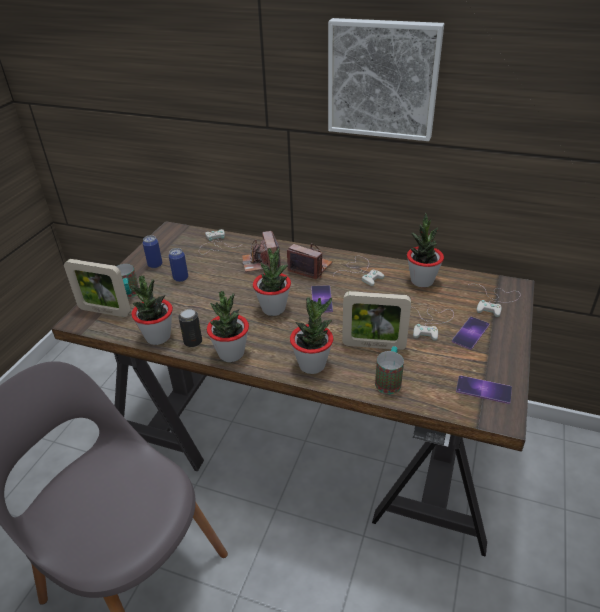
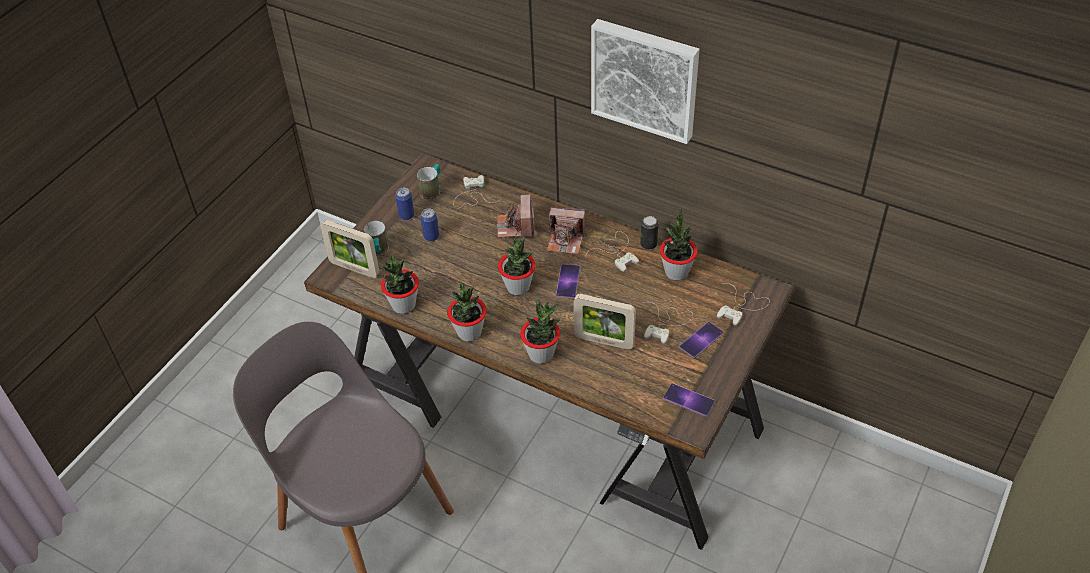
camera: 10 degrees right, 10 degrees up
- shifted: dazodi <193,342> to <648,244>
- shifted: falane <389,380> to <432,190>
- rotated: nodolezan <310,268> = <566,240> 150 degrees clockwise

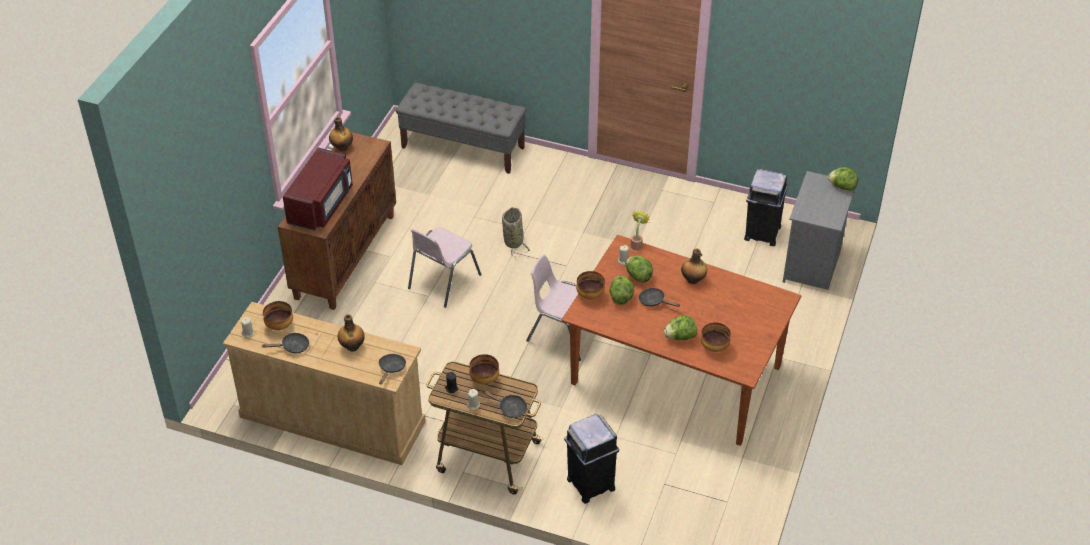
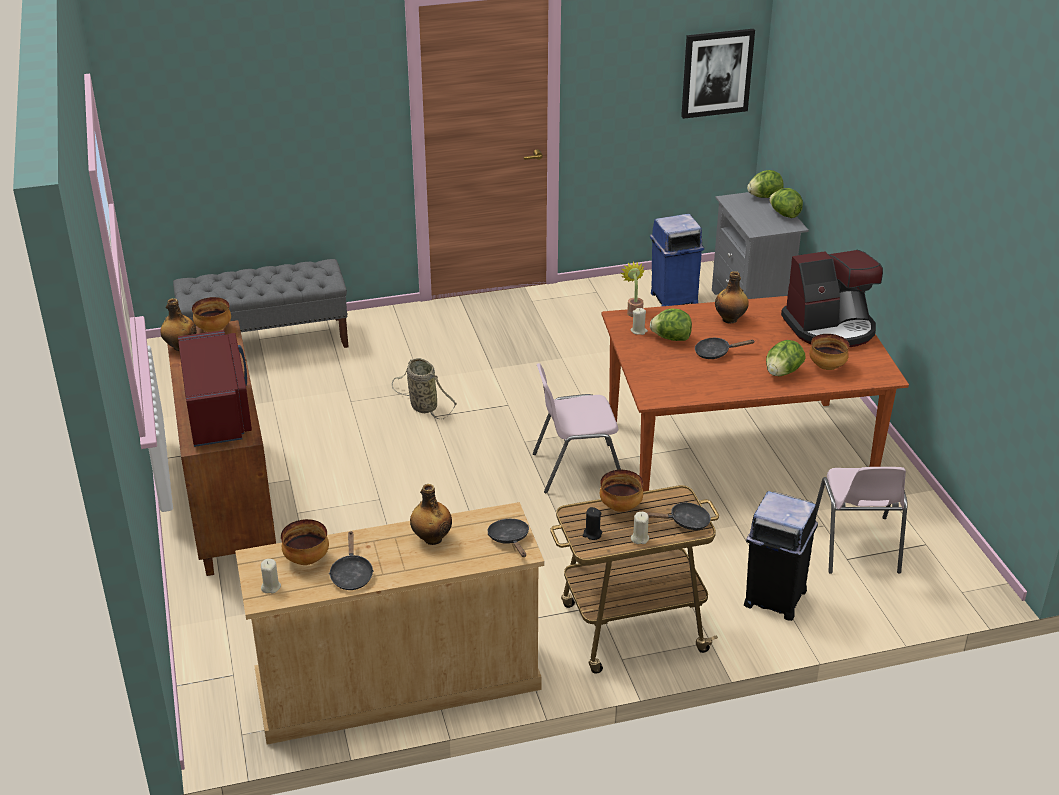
camera: 35 degrees left, 10 degrees down
- new: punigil <716,73>
- new: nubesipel <830,328>
- shifted: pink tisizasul <443,282> to <856,546>
- shifted: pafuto <589,295> to <213,329>
- shifted: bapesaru <621,297> to <784,214>
- repainted: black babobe <761,233> to blue babobe <673,299>
- rotated: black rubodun <292,347> = <351,574> 135 degrees clockwise

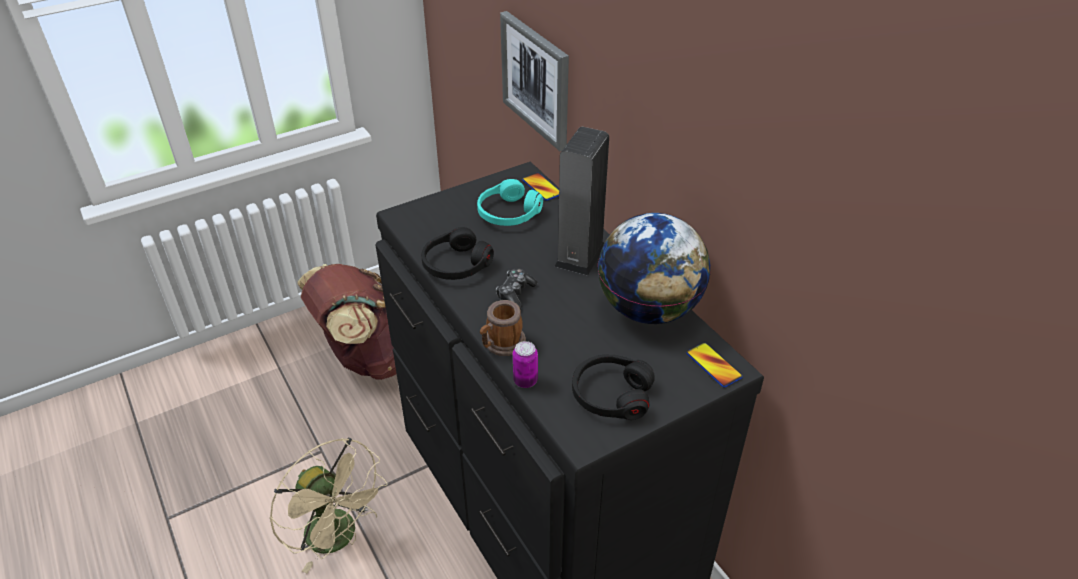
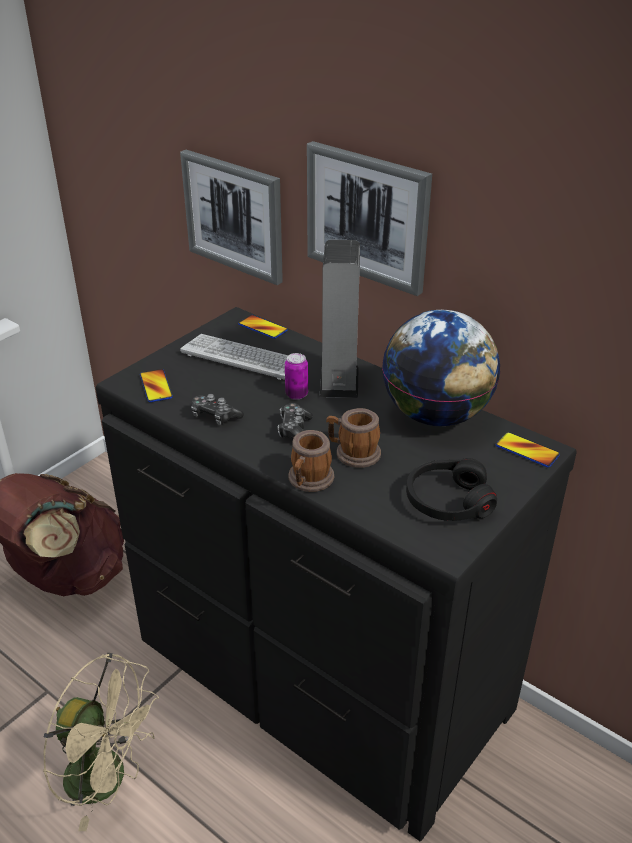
camera: 20 degrees left, 5 degrees down
- new: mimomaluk <156,386>
- new: punigil <367,216>
- new: falane <353,453>
- shifted: dazodi <525,381> to <296,394>
- swapped: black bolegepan <456,264> to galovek <215,416>
- swapped: turquoise bolegepan <508,213> to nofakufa <242,358>

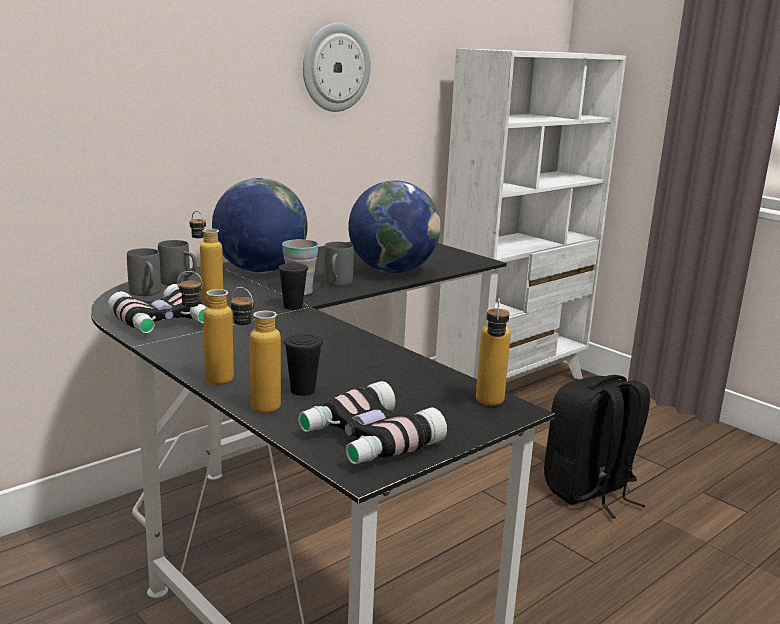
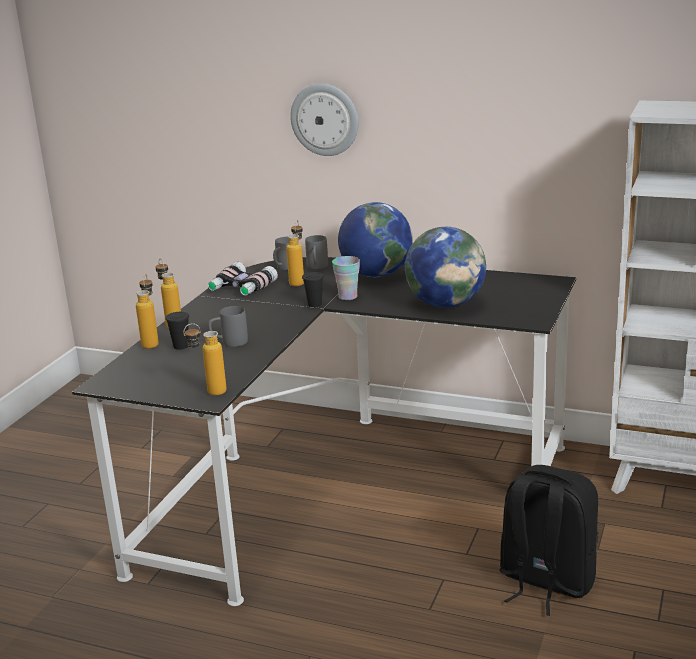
camera: 65 degrees right, 5 degrees up
- gone: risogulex <367,439>
- shifted: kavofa <335,67> to <325,119>
- shifted: grey falane <336,284> to <229,343>

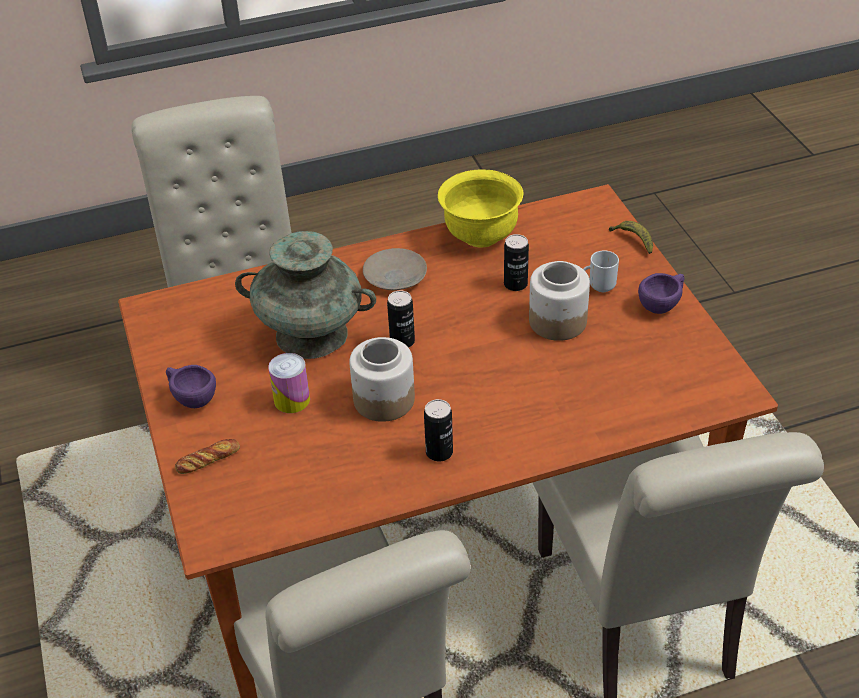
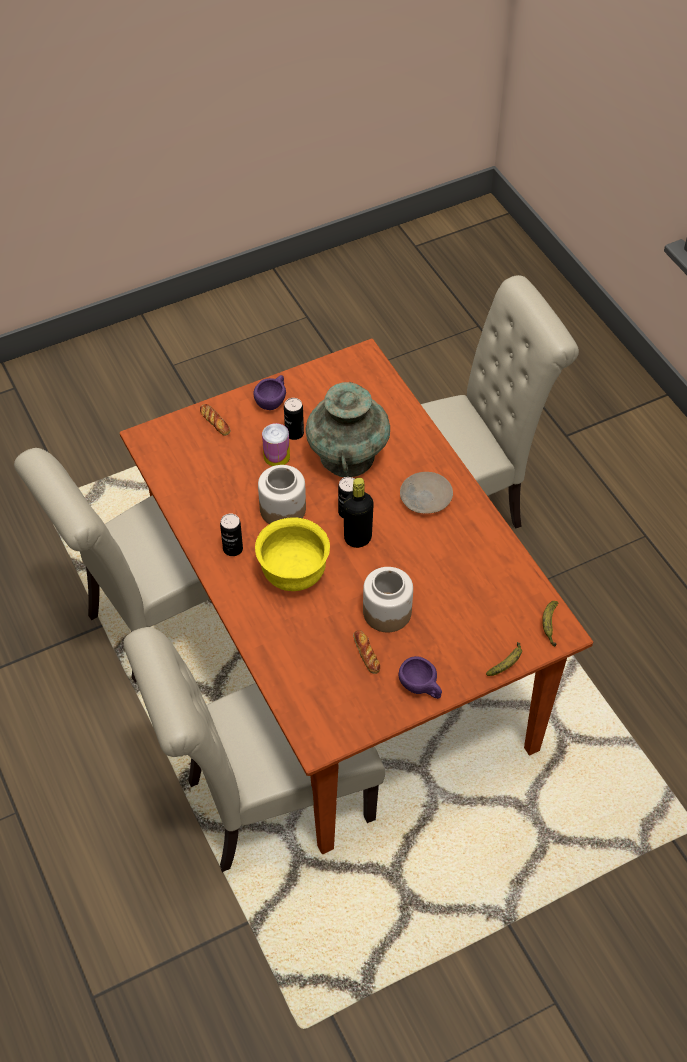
camera: 80 degrees right, 10 degrees up
- gone: falane <600,287>
- new: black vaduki <358,538>
- new: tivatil <366,654>
- new: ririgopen <549,625>
- shifted: yellow pafuto <480,235> to <294,574>
- shifted: dazodi <515,284> to <294,433>

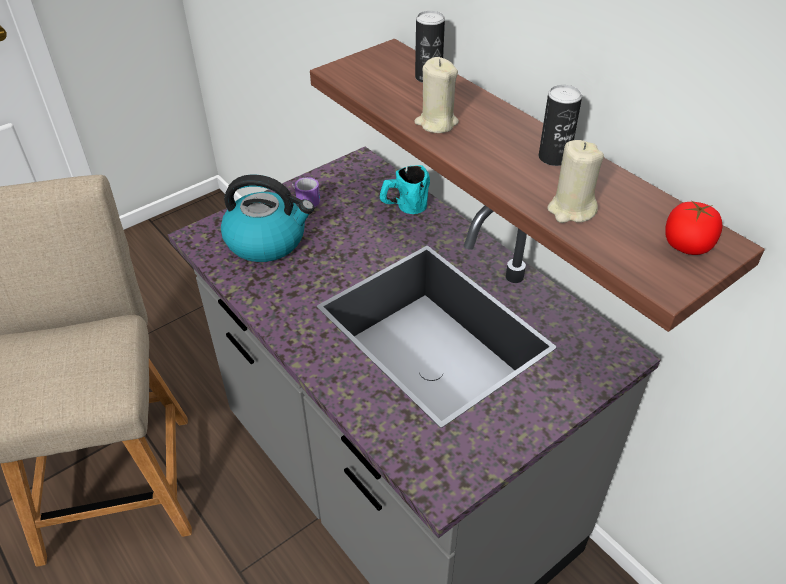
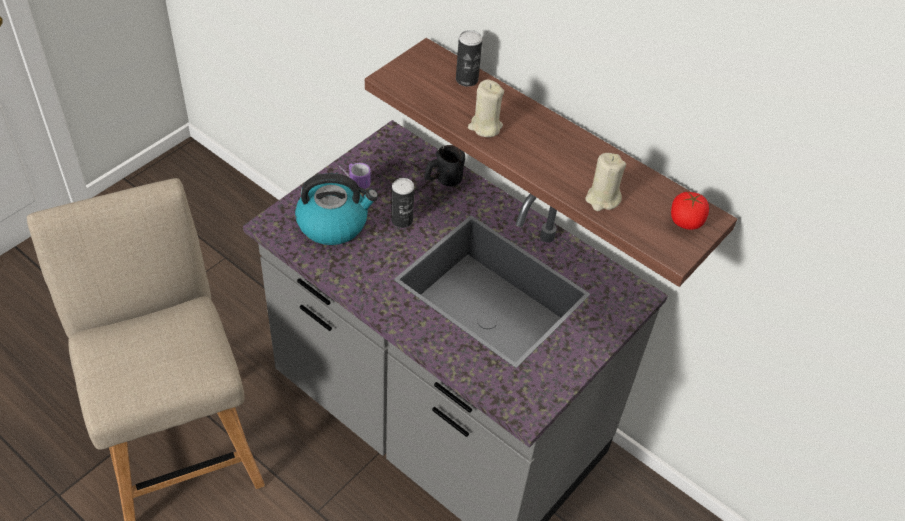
camera: 15 degrees left, 5 degrees up
- shifted: dazodi <554,157> to <402,220>
- repainted: turquoise falane <403,208> to black falane <442,181>

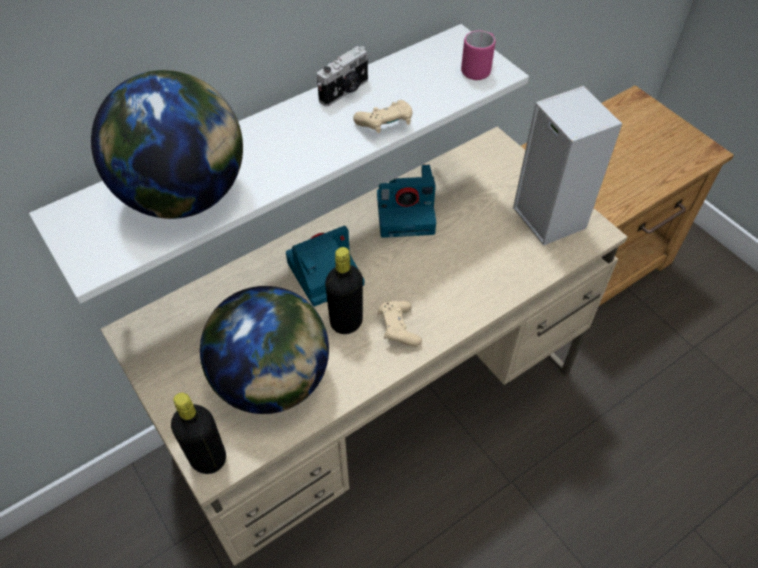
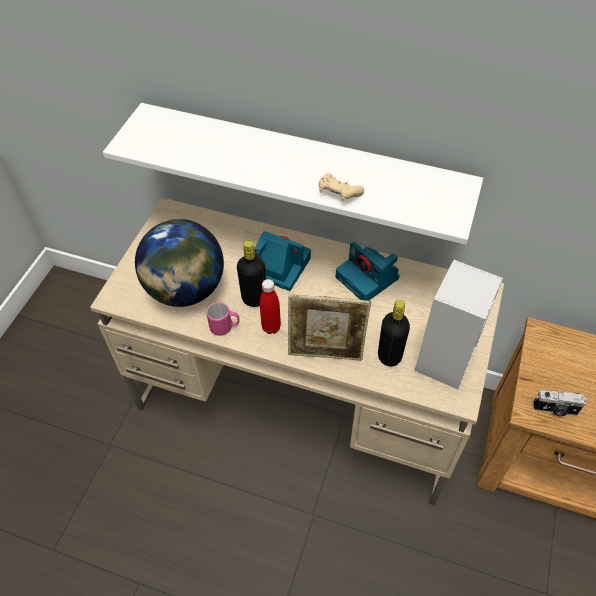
camera: 55 degrees right, 0 degrees up
- gone: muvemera <185,195>
- new: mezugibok <326,354>
- shifted: black vaduki <208,458> to <389,356>
- shifted: nodolezan <345,91> to <555,410>
- shifted: pink falane <478,69> to <225,327>
- swapped: beige galovek <398,329> to red vaduki <271,327>

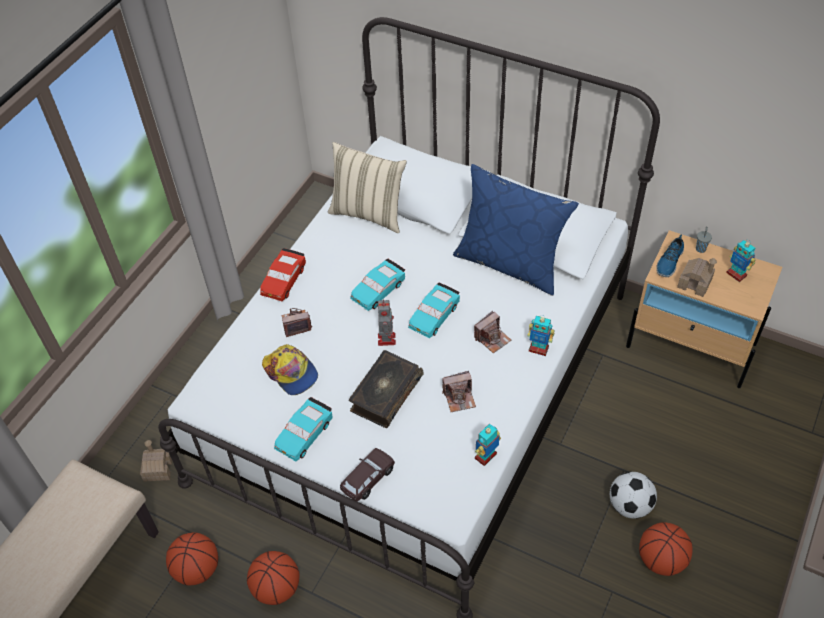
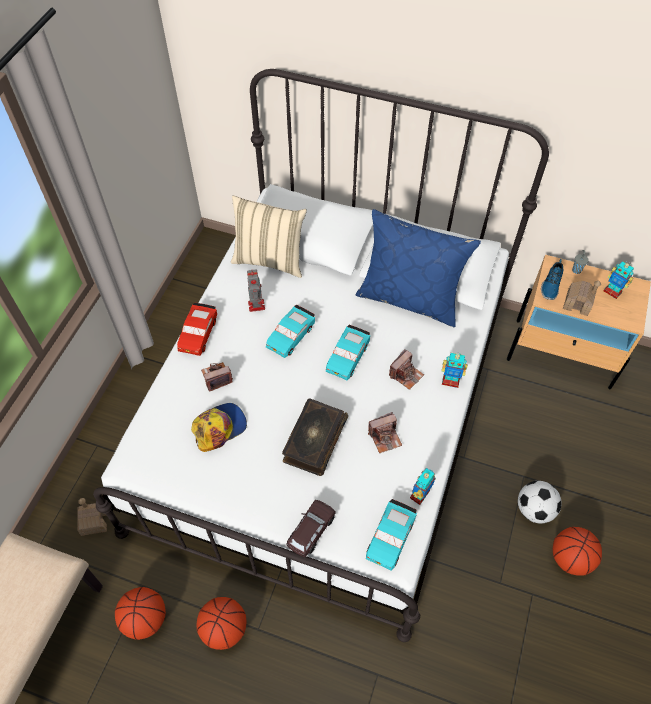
camera: 10 degrees left, 5 degrees up
- shifted: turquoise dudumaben <304,434> to <390,537>
- shifted: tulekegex <386,338> to <256,304>
- rotated: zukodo <291,373> = <219,428> 75 degrees counterclockwise

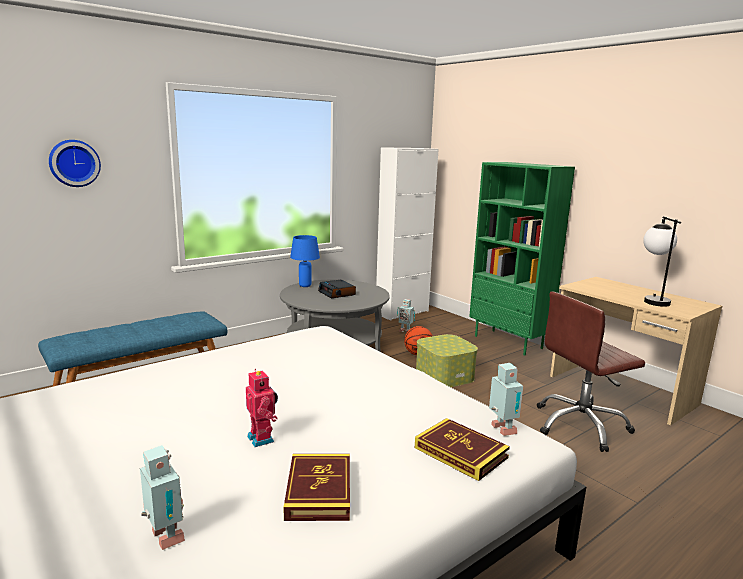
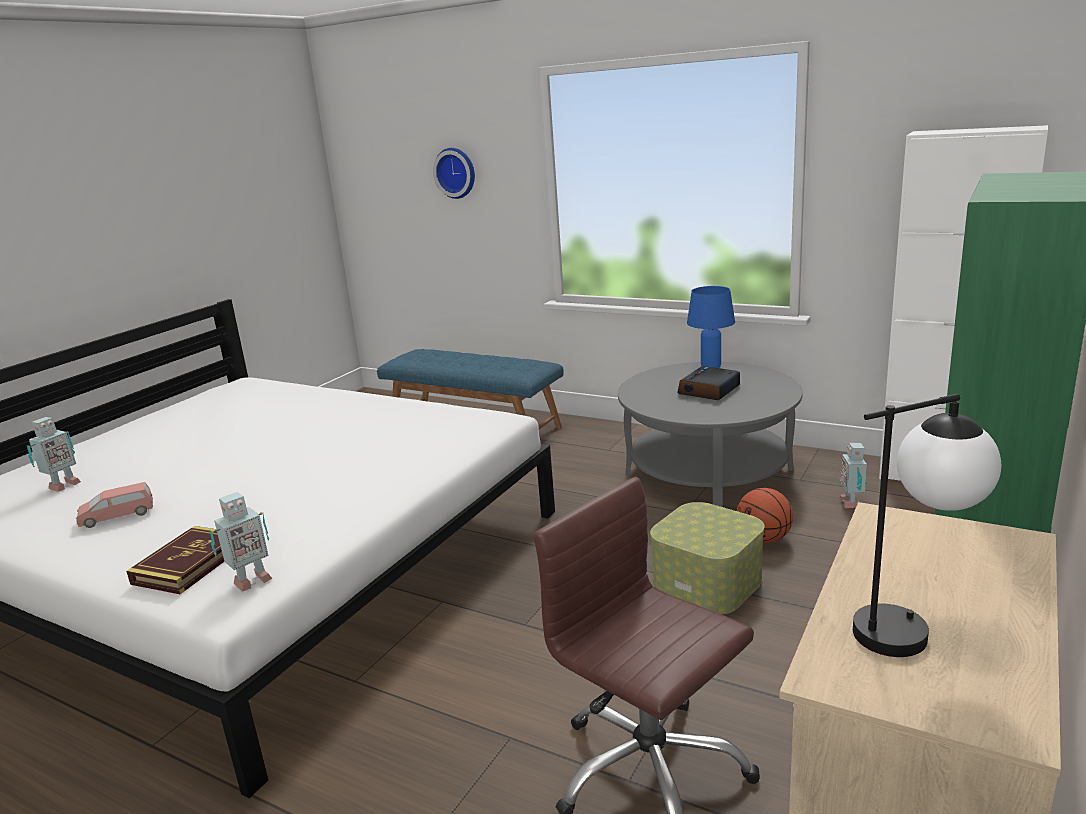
camera: 70 degrees right, 5 degrees up
- gone: tulekegex <262,438>
- swapped: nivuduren <319,491> to pink dudumaben <117,516>

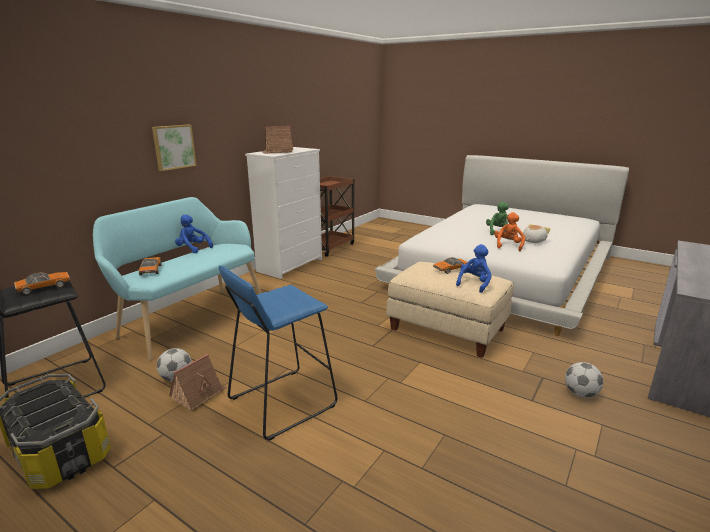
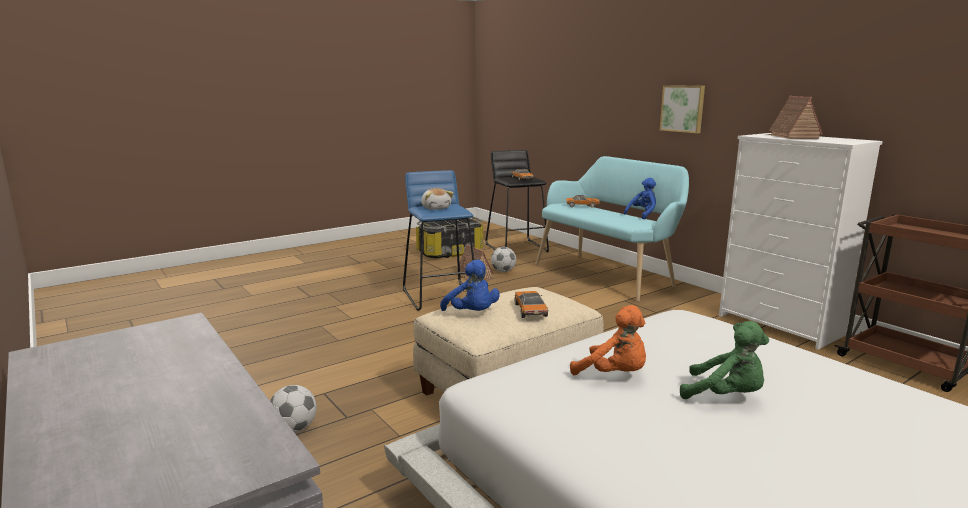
camera: 110 degrees right, 5 degrees down
- shifted: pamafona <532,241> to <436,208>

